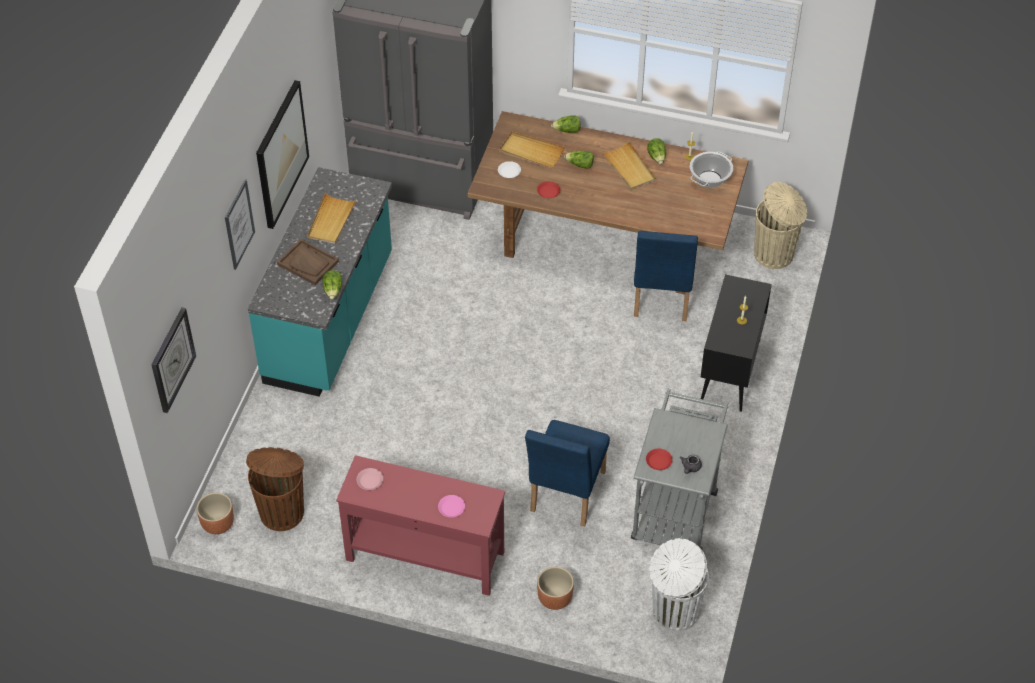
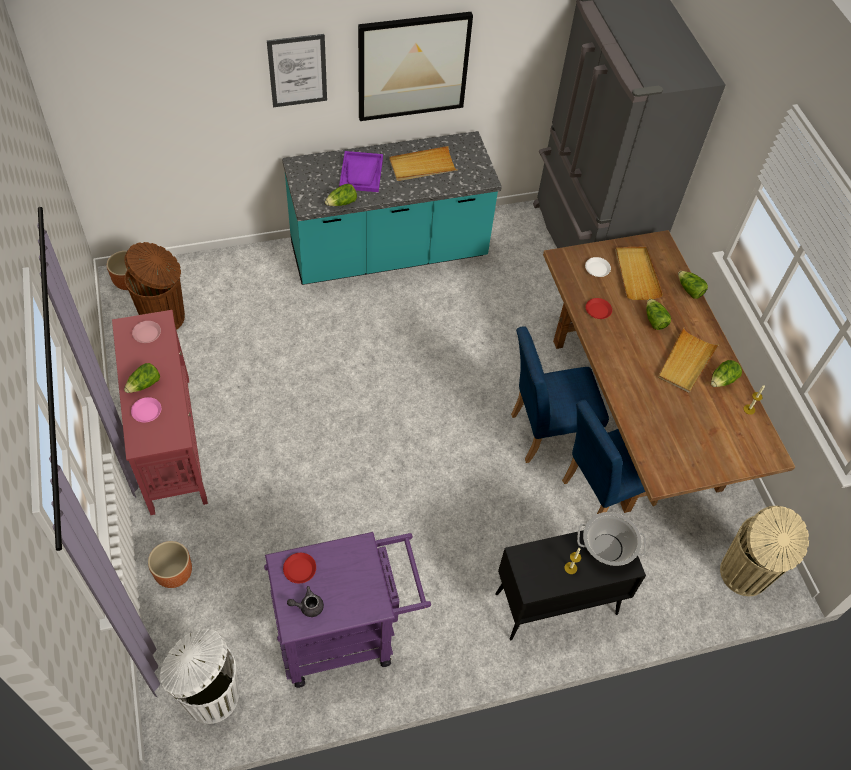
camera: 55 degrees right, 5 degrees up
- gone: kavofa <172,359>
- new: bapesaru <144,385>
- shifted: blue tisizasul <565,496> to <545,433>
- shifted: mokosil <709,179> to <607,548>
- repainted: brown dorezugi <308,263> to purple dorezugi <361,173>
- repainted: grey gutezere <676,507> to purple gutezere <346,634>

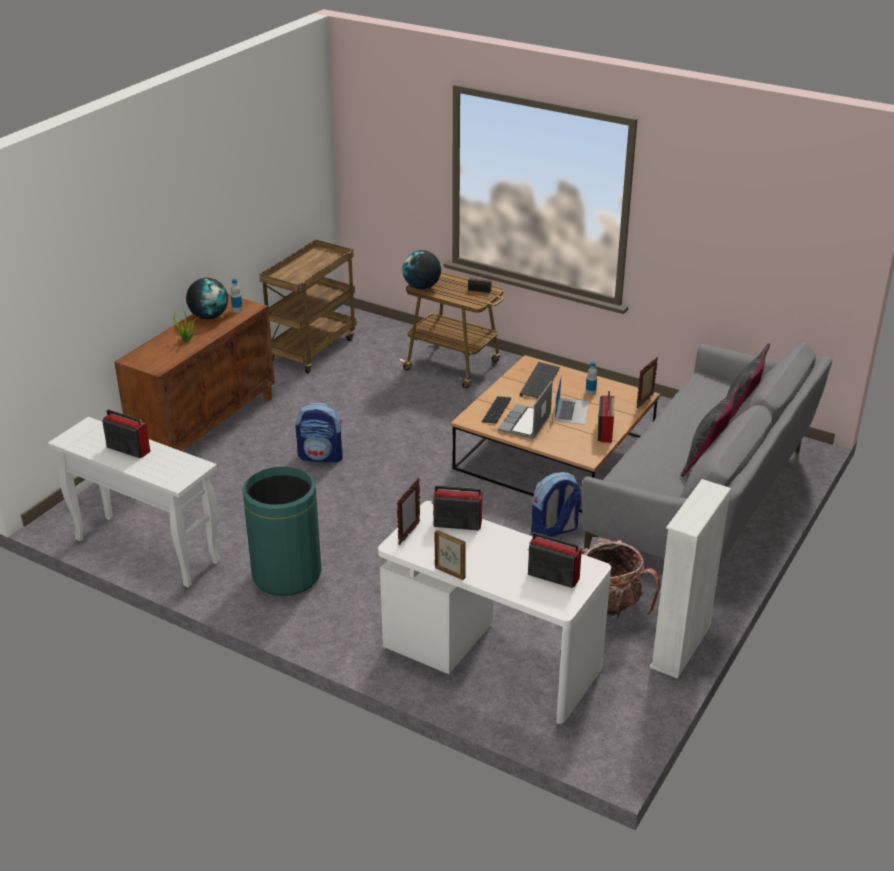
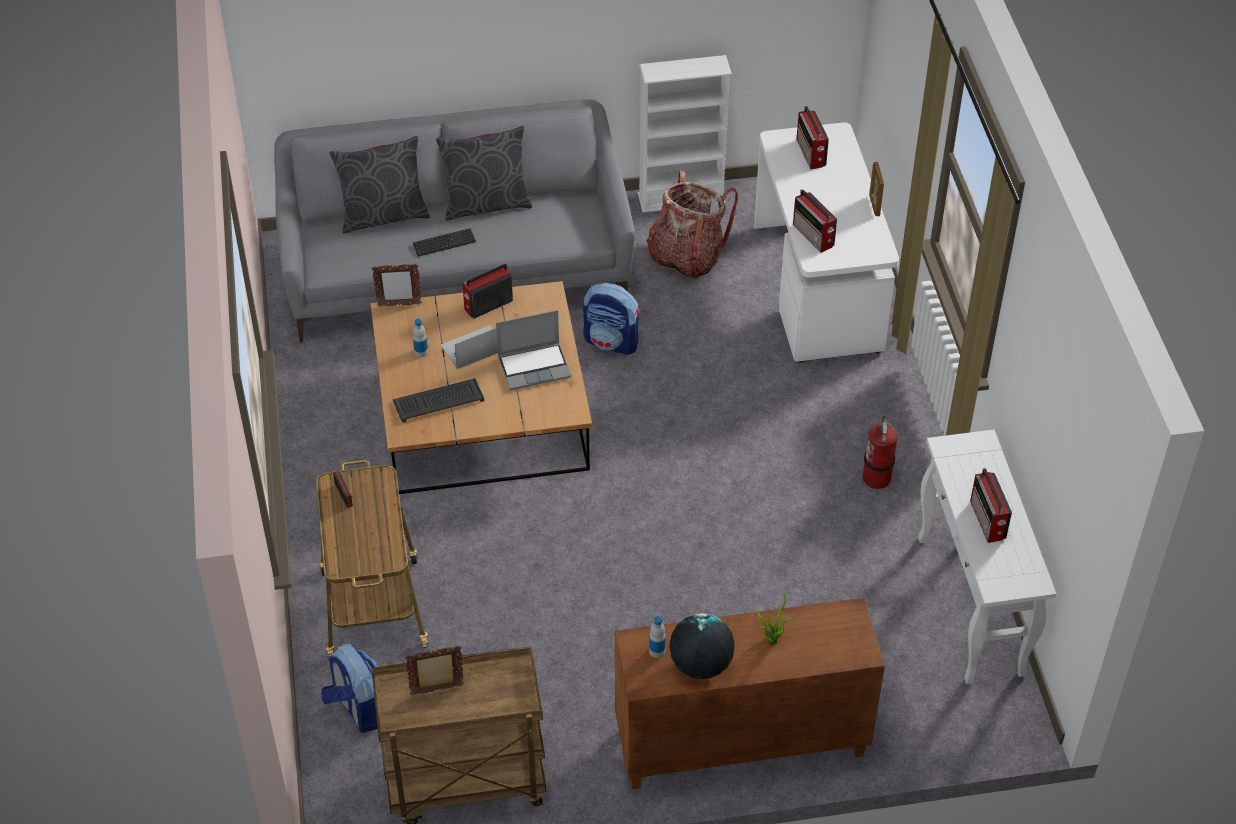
camera: 130 degrees left, 15 degrees up
- gone: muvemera <422,287>
- shifted: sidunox <321,456> to <357,709>
- shifted: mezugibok <408,534> to <437,690>
- shifted: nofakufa <496,411> to <444,243>
- swapped: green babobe <286,574> to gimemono <877,478>

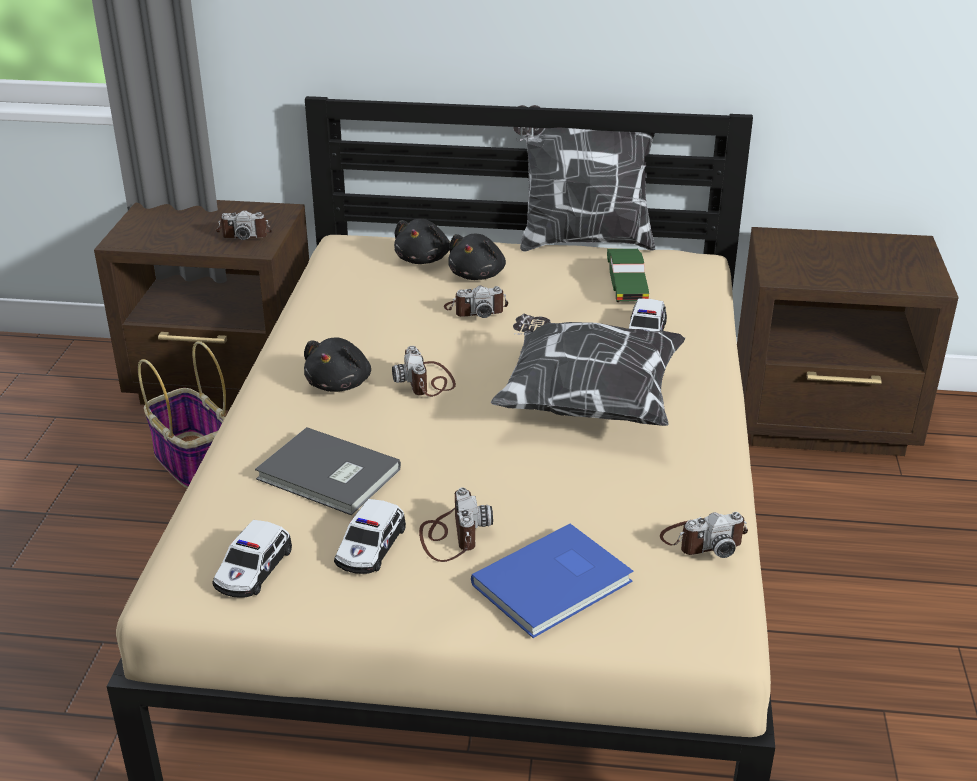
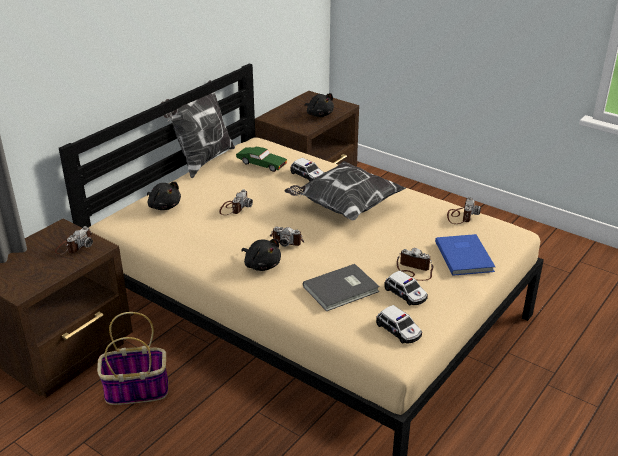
camera: 60 degrees left, 0 degrees up
- shifted: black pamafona <478,275> to <319,114>

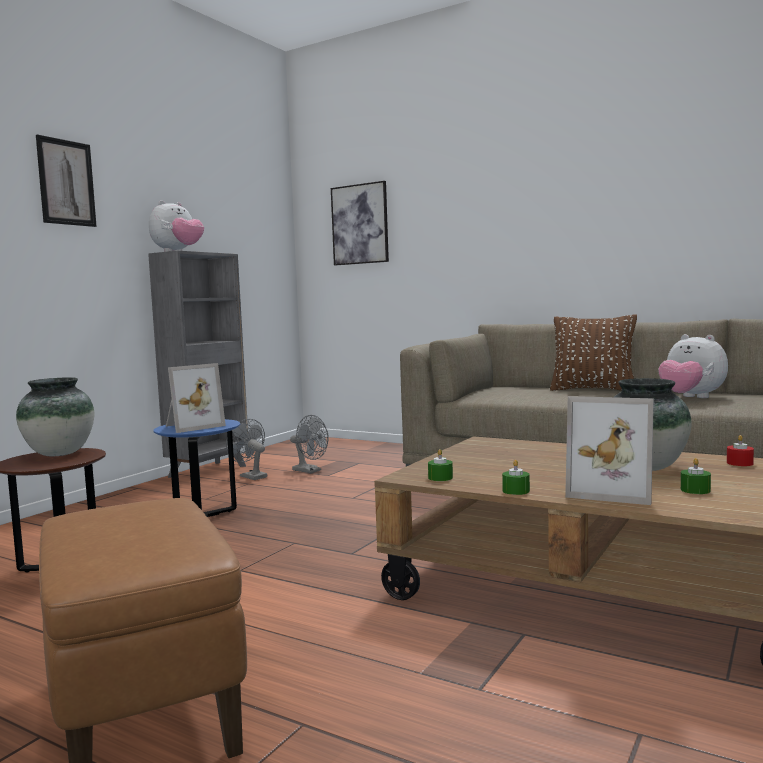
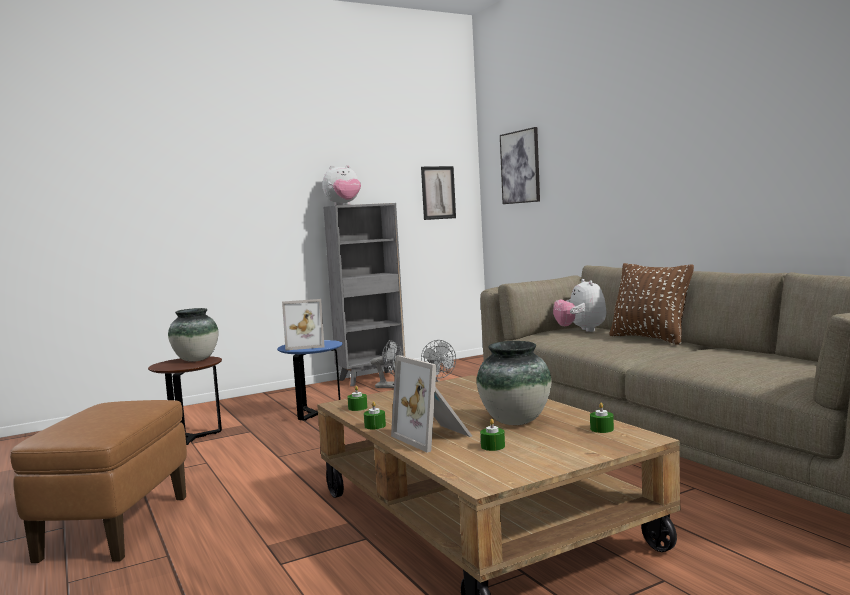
camera: 30 degrees right, 0 degrees up
- shifted: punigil <66,182> to <438,192>
- shifted: pamafona <691,398> to <581,330>
- repainted: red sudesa <739,463> to green sudesa <601,429>
- rotated: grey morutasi <250,476> = <391,386> 120 degrees clockwise

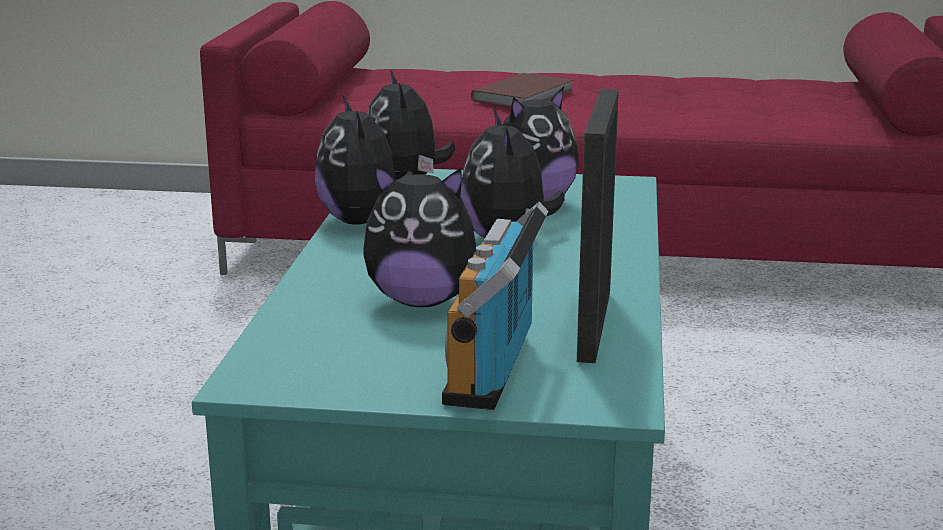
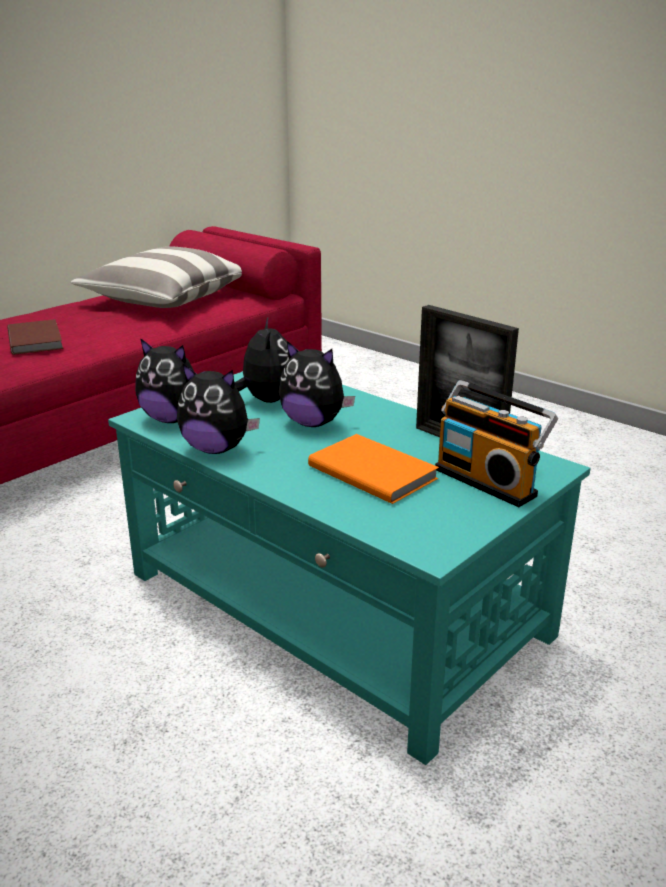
camera: 55 degrees left, 5 degrees up
- new: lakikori <165,299>
- swapped: pamafona <422,301> to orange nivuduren <373,471>

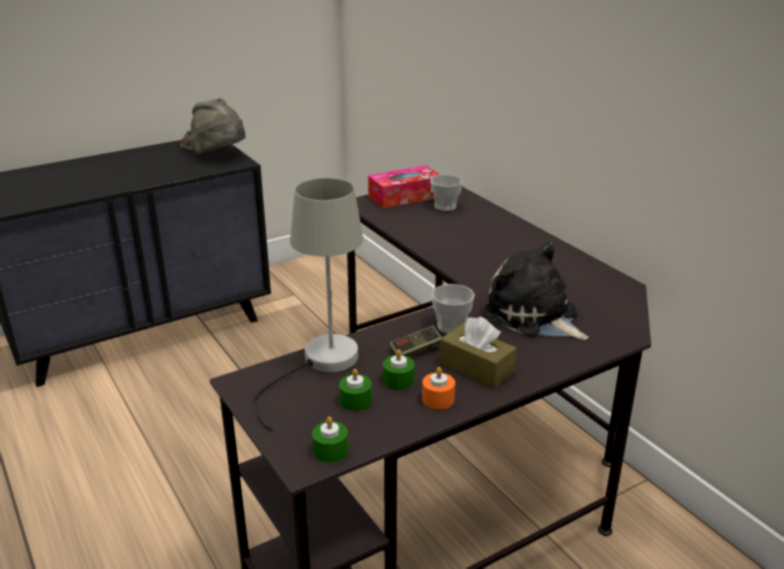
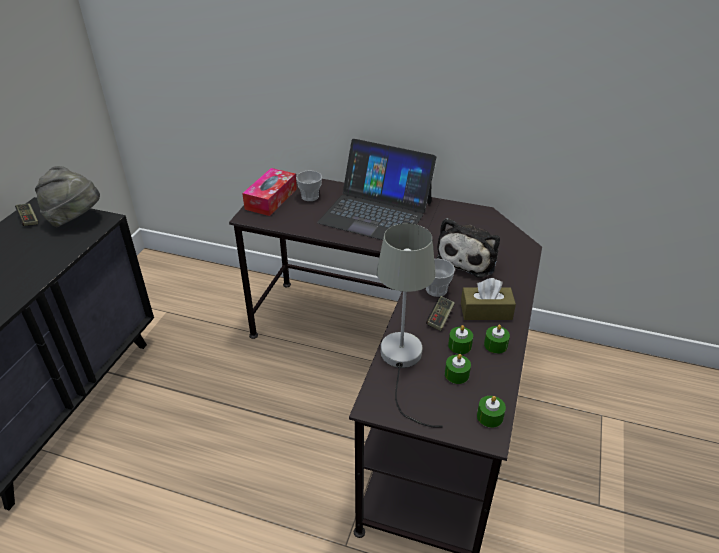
camera: 40 degrees left, 10 degrees up
- new: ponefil <376,212>
- repainted: orange sudesa <438,399> to green sudesa <495,345>
- rotated: pamafona <534,316> = <468,258> 75 degrees counterclockwise

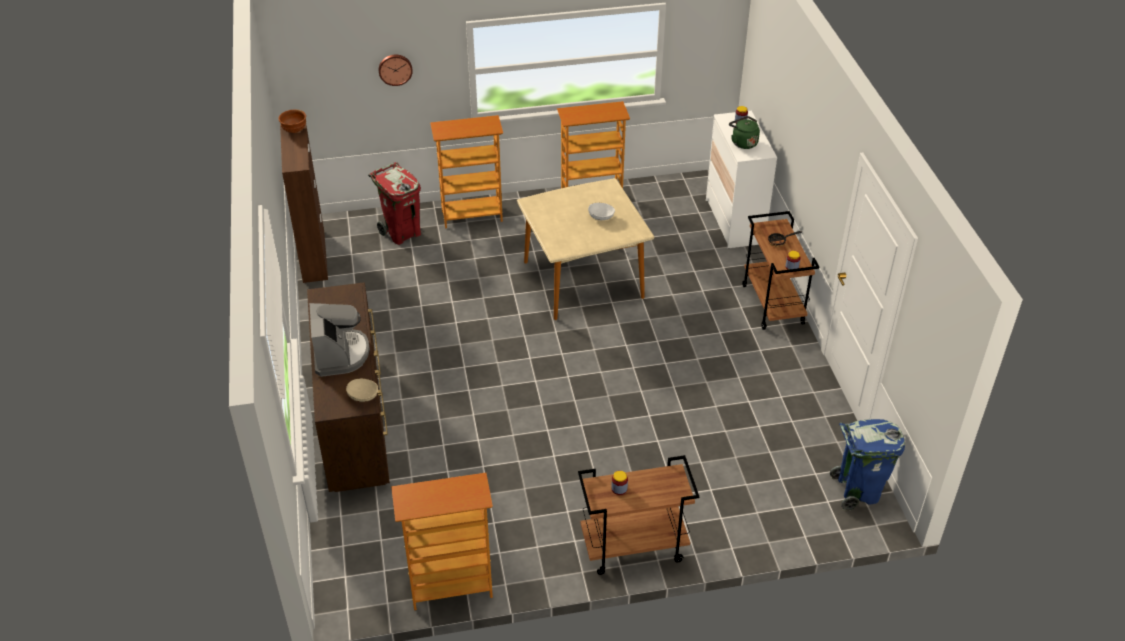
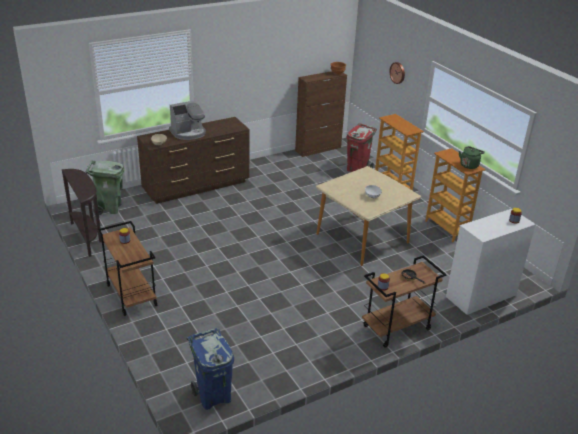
camera: 70 degrees right, 10 degrees down
- new: green babobe <109,208>
- shifted: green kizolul <743,142> to <469,165>
- swapped: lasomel <451,588> to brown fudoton <88,237>

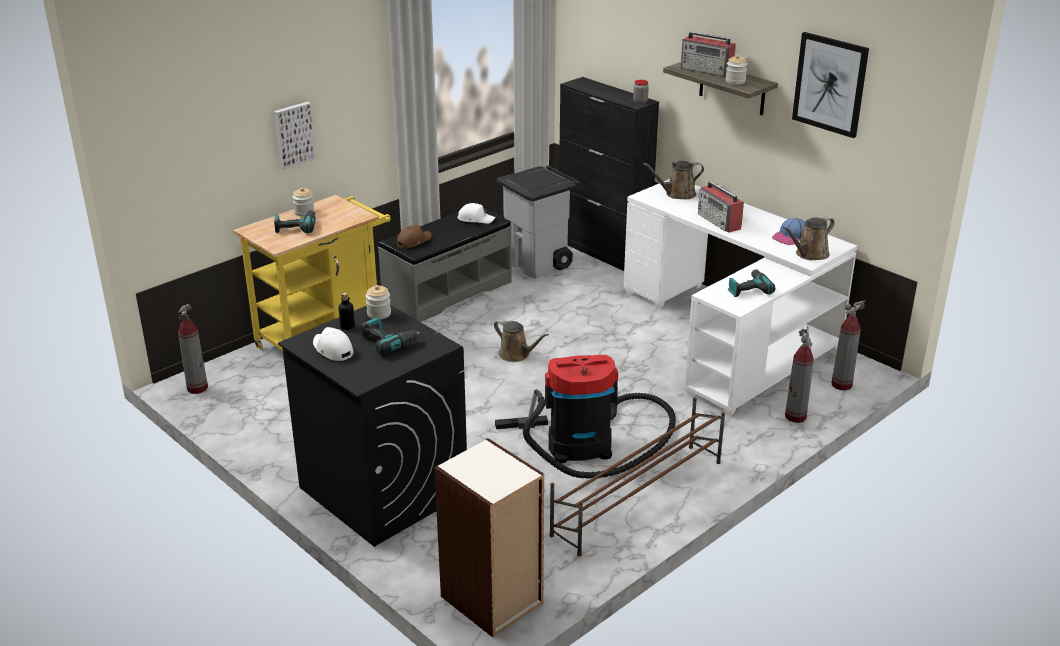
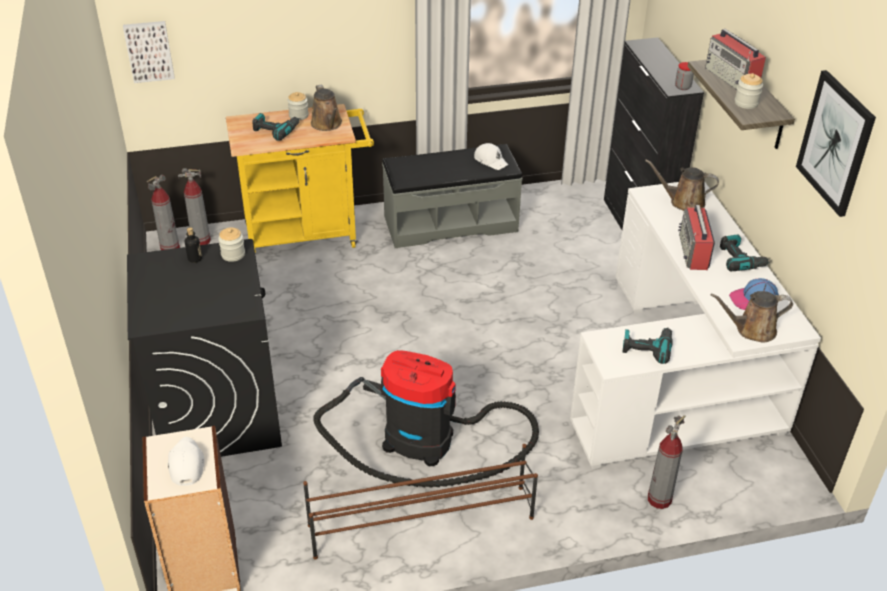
camera: 30 degrees right, 10 degrees up
- gone: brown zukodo <413,241>
- gone: grey babobe <539,264>
- shifted: punigil <293,134> to <149,51>
- shifted: white zukodo <332,350> to <186,464>
- shifted: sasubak <389,341> to <740,259>
- shifted: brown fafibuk <516,355> to <327,124>
- shifted: gimemono <841,385> to <201,241>

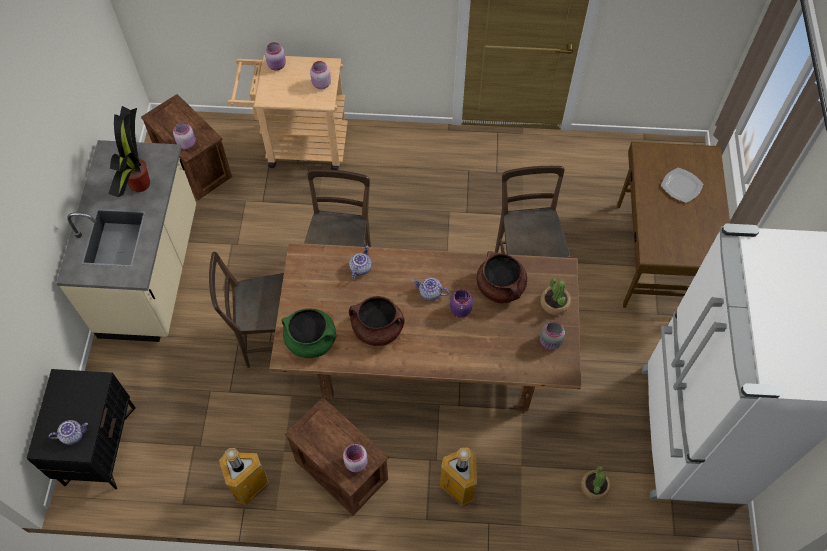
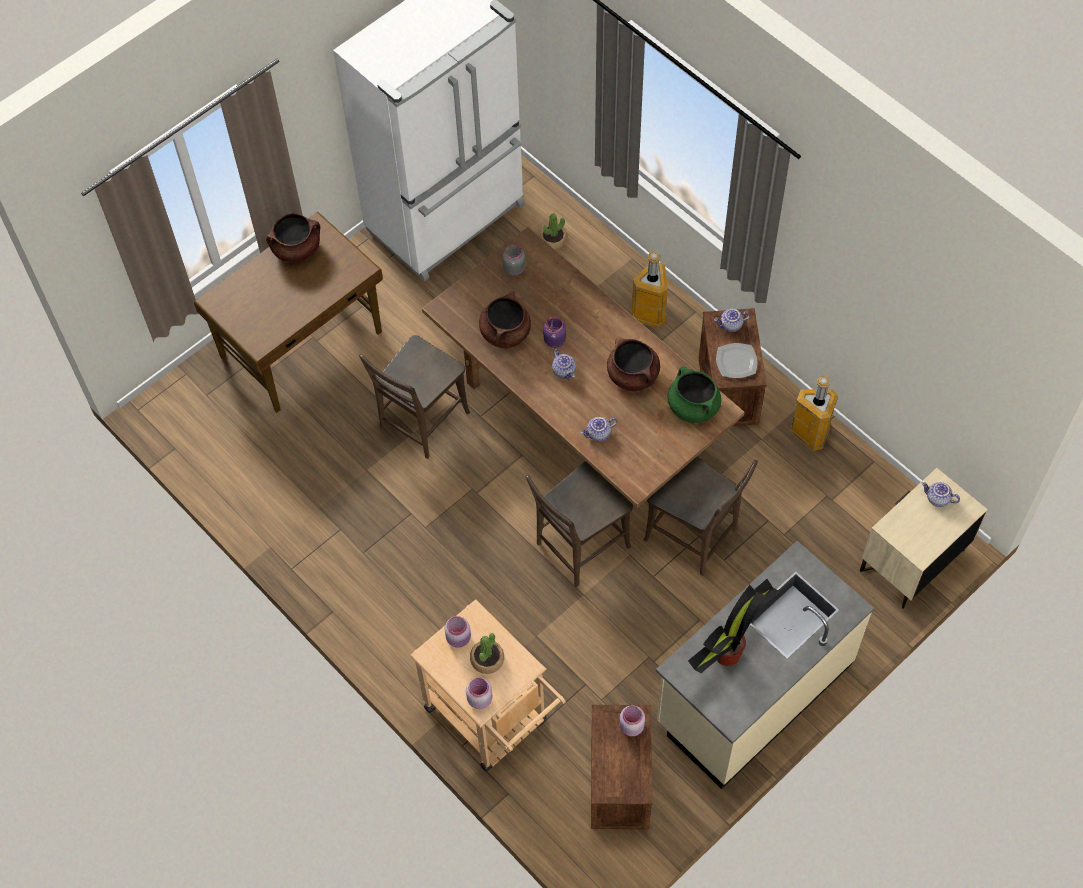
camera: 135 degrees left, 0 degrees up
- new: brown mokosil <296,249>
- shifted: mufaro <554,303> to <487,659>
- shifted: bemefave <681,186> to <736,361>
- swapped: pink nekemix <355,462> to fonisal <731,325>
- repainted: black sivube <99,445> to beige sivube <912,561>

